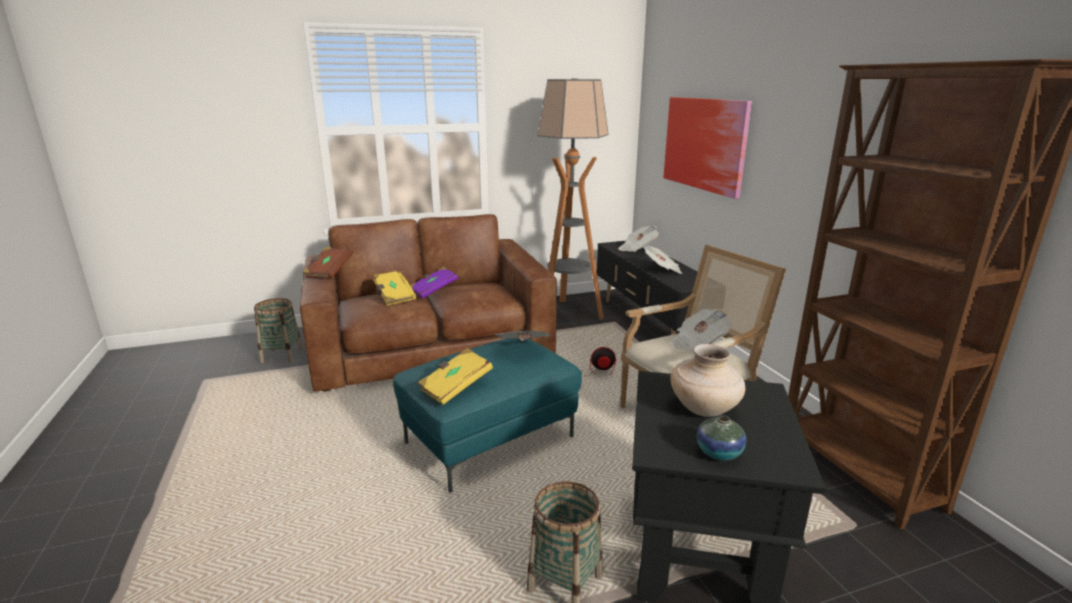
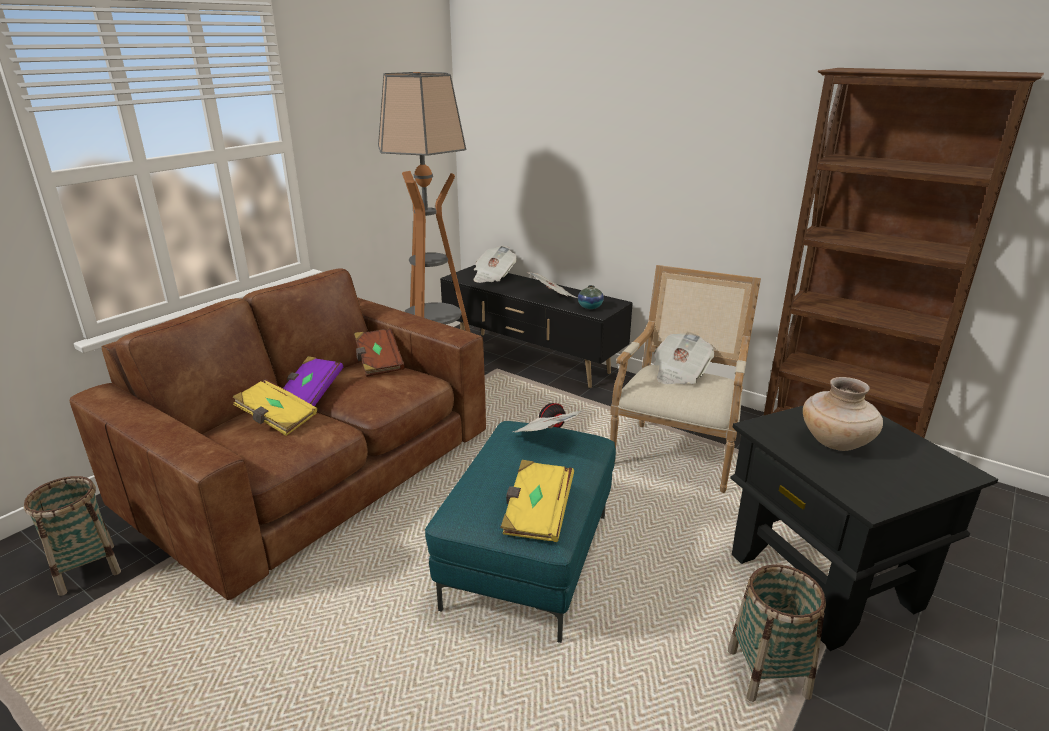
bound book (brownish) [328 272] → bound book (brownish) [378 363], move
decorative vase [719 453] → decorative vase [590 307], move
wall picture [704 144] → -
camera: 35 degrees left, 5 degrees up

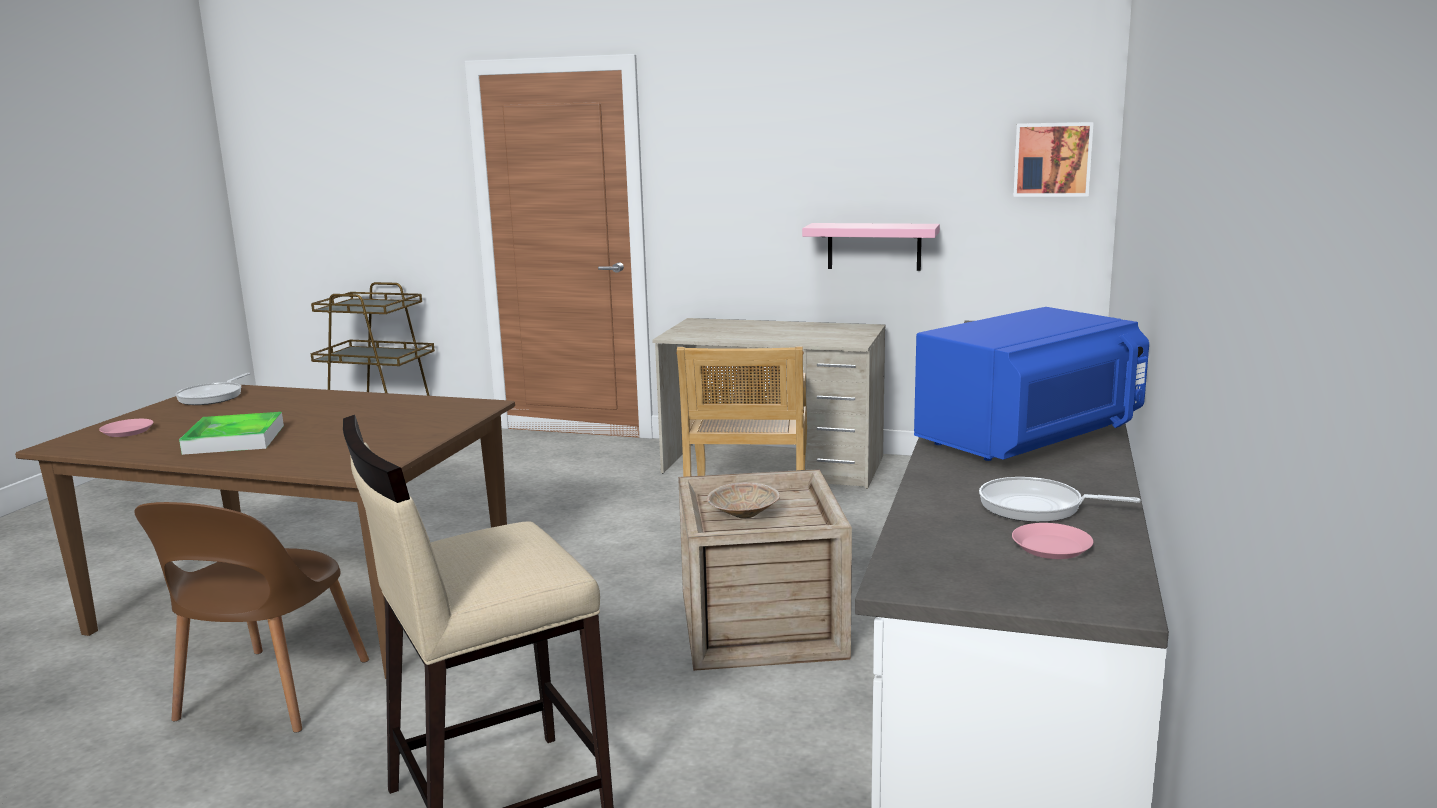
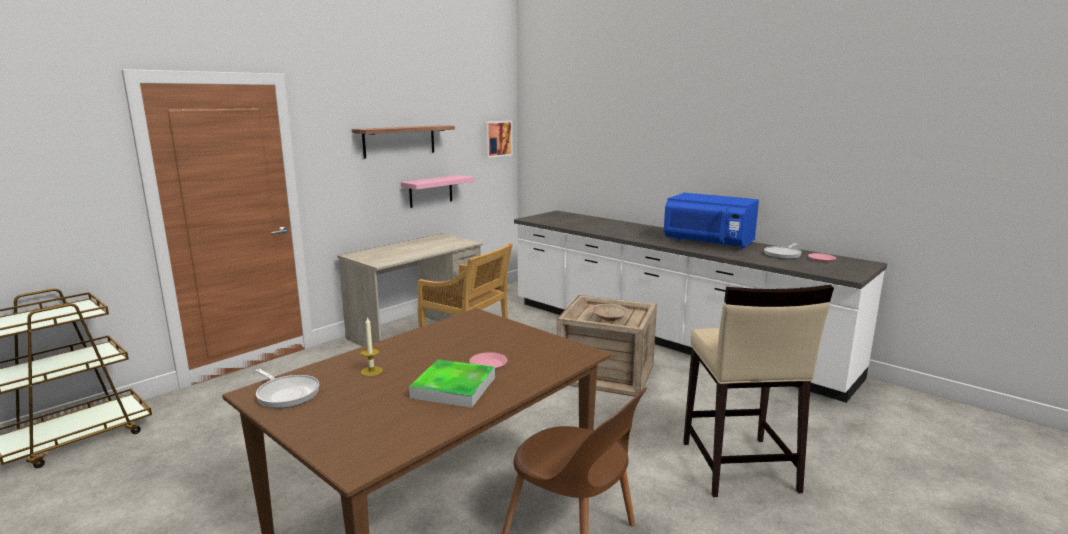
- → bracket shelf [399 141]
- → wax candle [371 371]
flat dish (pinkish) [127 431] → flat dish (pinkish) [488 365], move
microwave (blue-coloured) [1029 440] → microwave (blue-coloured) [708 243], 135 degrees clockwise
camera: 65 degrees left, 0 degrees up

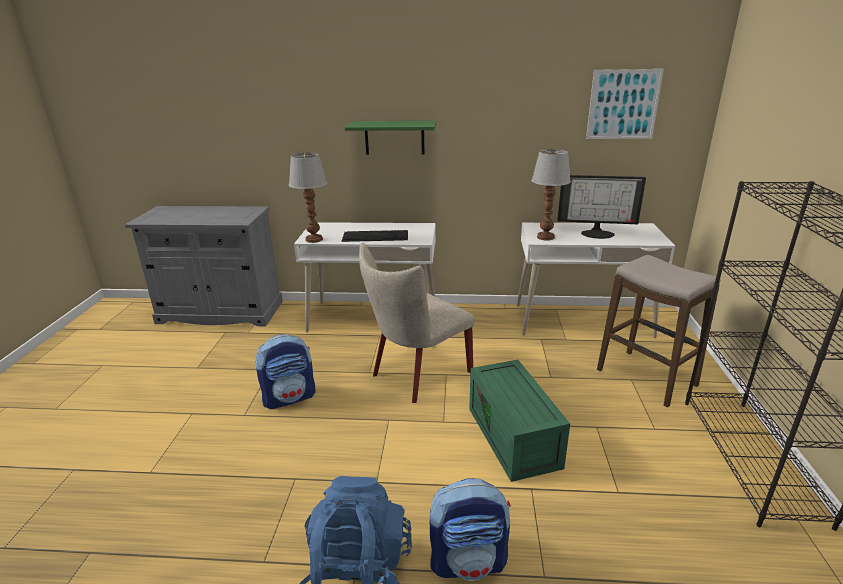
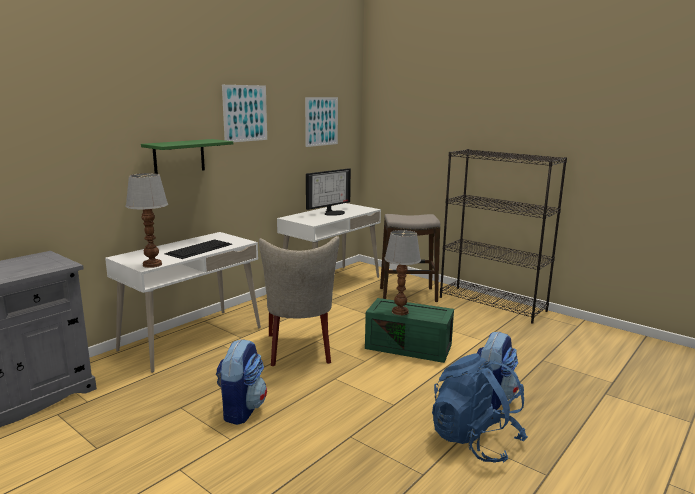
- → wall picture [245 113]
lamp for a table [546 237] → lamp for a table [400 311], move
camera: 55 degrees left, 10 degrees down

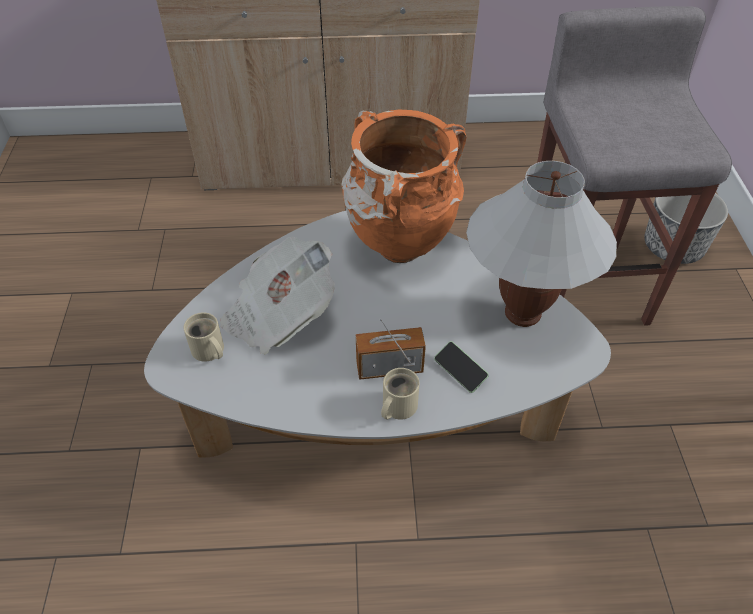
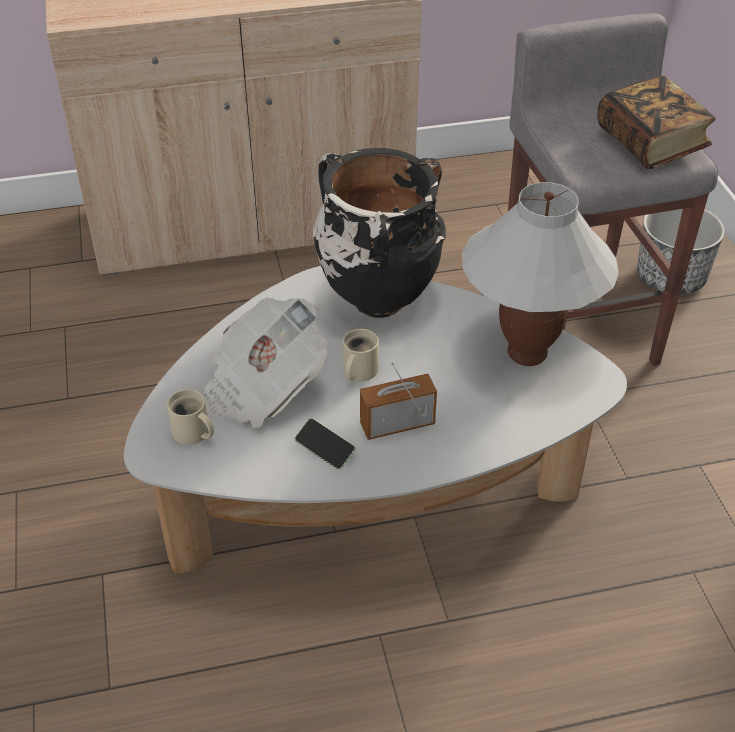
phone [460 371] → phone [325 449], move
decorative vase (orange-coloured) [399 246] → decorative vase (black-coloured) [377 300]
coffee mug (beige) [396 406] → coffee mug (beige) [358 371], move
- → bound book [651 143]
camera: 10 degrees left, 5 degrees down

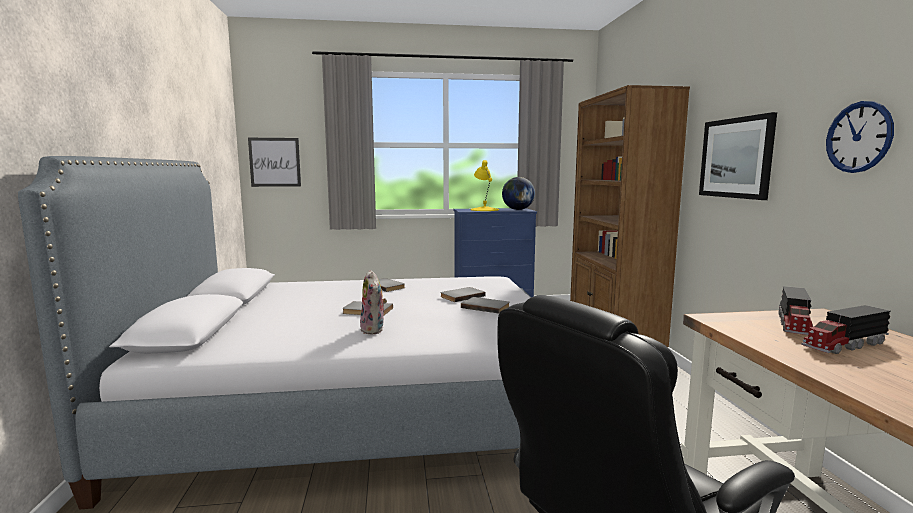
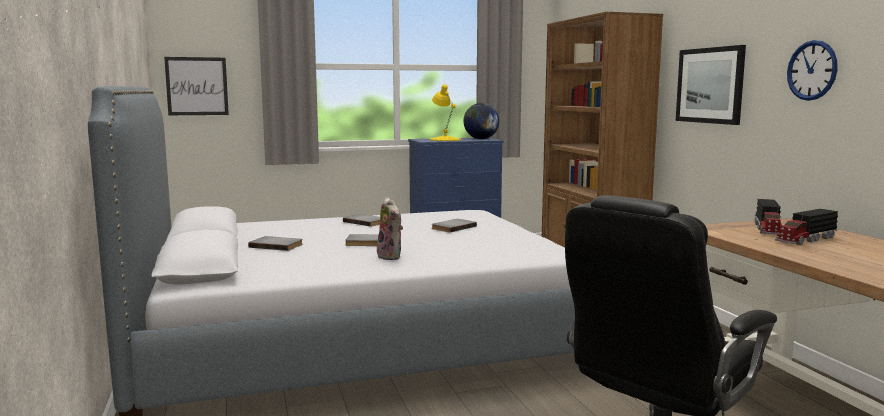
bound book (grey) [486 307] → bound book (grey) [277 245], move
camera: 10 degrees left, 0 degrees up

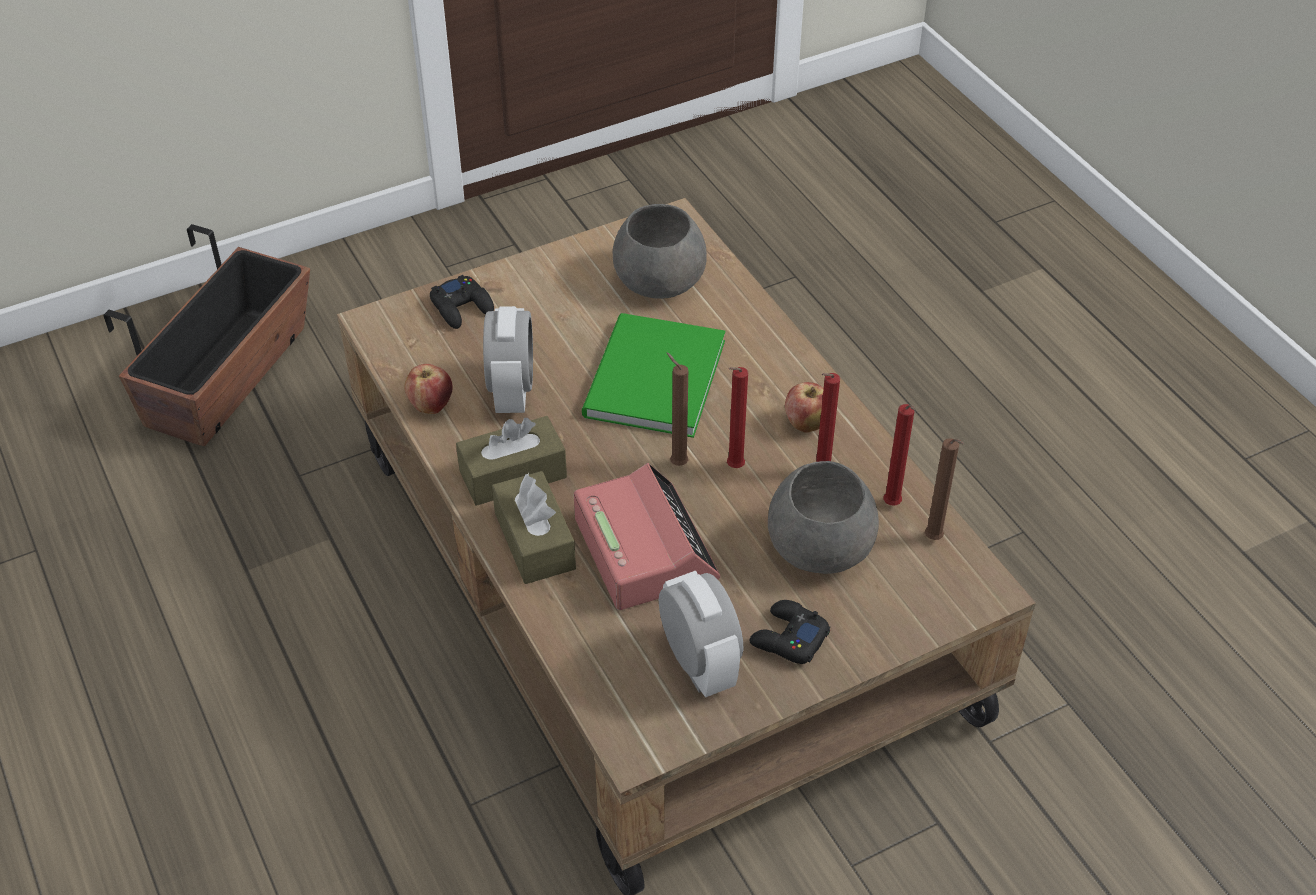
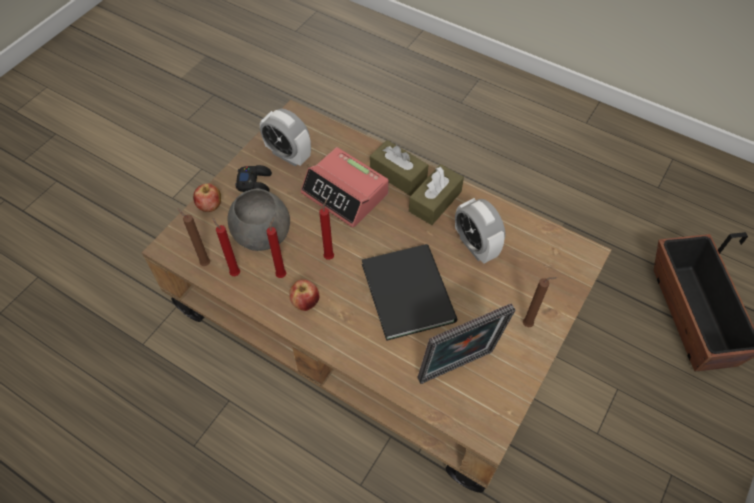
whole apple [431 405] → whole apple [210 206], move
bound book (greenish) [650 381] → bound book (black-coloured) [409 289]
serving bowl (grey) [659 281] → picture frame [457 369]
wax candle (brownish) [676 463] → wax candle (brownish) [529 324], move
game controller (black-coloured) [462 307] → -
camera: 150 degrees right, 10 degrees up

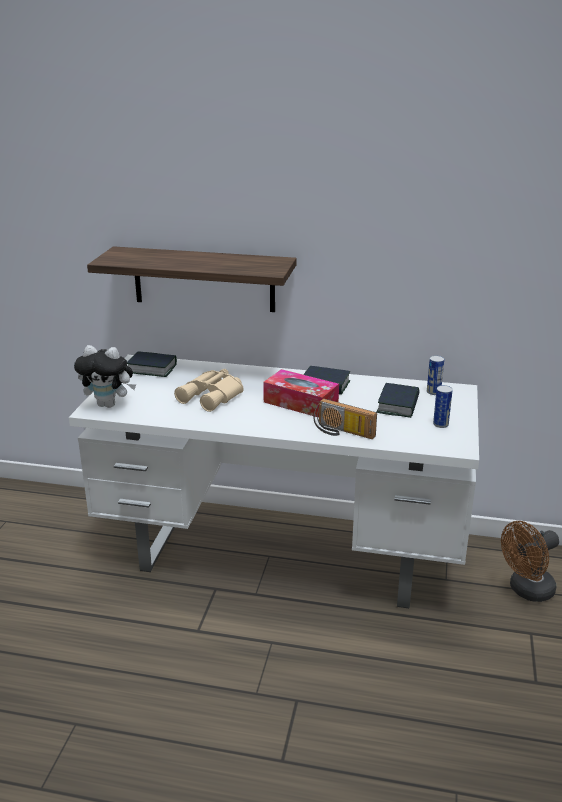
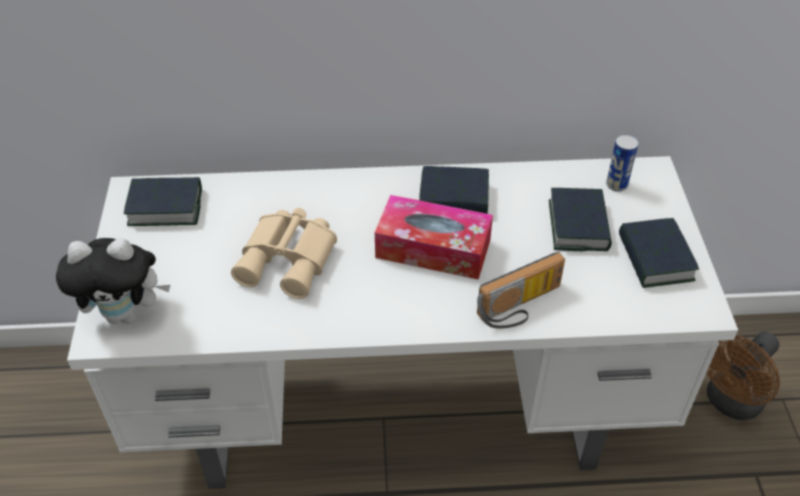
radio receiver [342 432] → radio receiver [521 307], 45 degrees counterclockwise
sealed can [440 424] → bound book [655 258]
bracket shelf [204 279] → -
camera: 15 degrees left, 20 degrees up

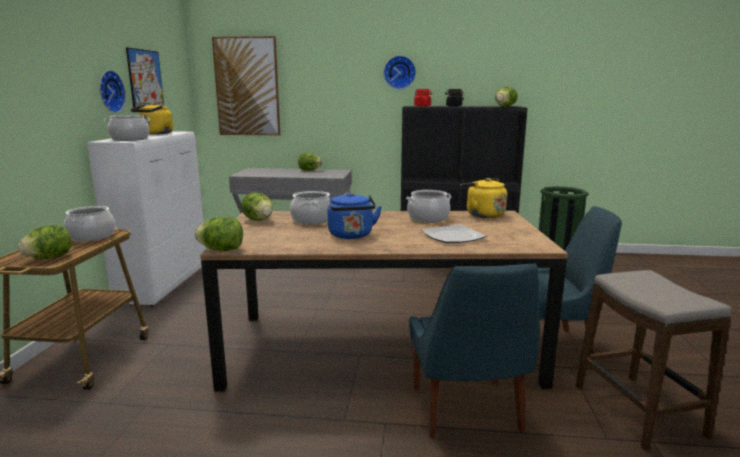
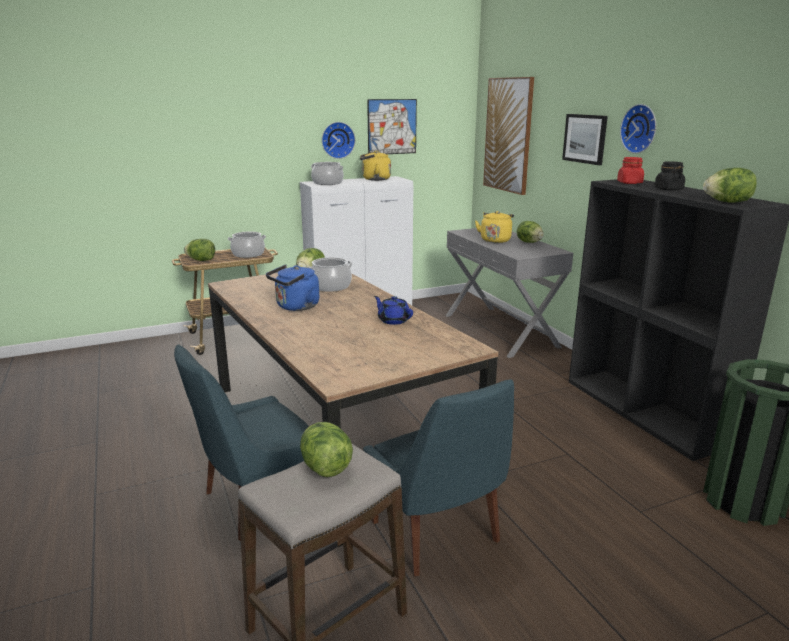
lettuce [222 250] → lettuce [325 467], move
stockpot [428 218] → pot for tea (blue-coloured) [393 320]
tea kettle (yellowish) [482 214] → tea kettle (yellowish) [495 240], move
- → wall picture [585 138]
flat dish [452 236] → -
camera: 60 degrees right, 5 degrees up

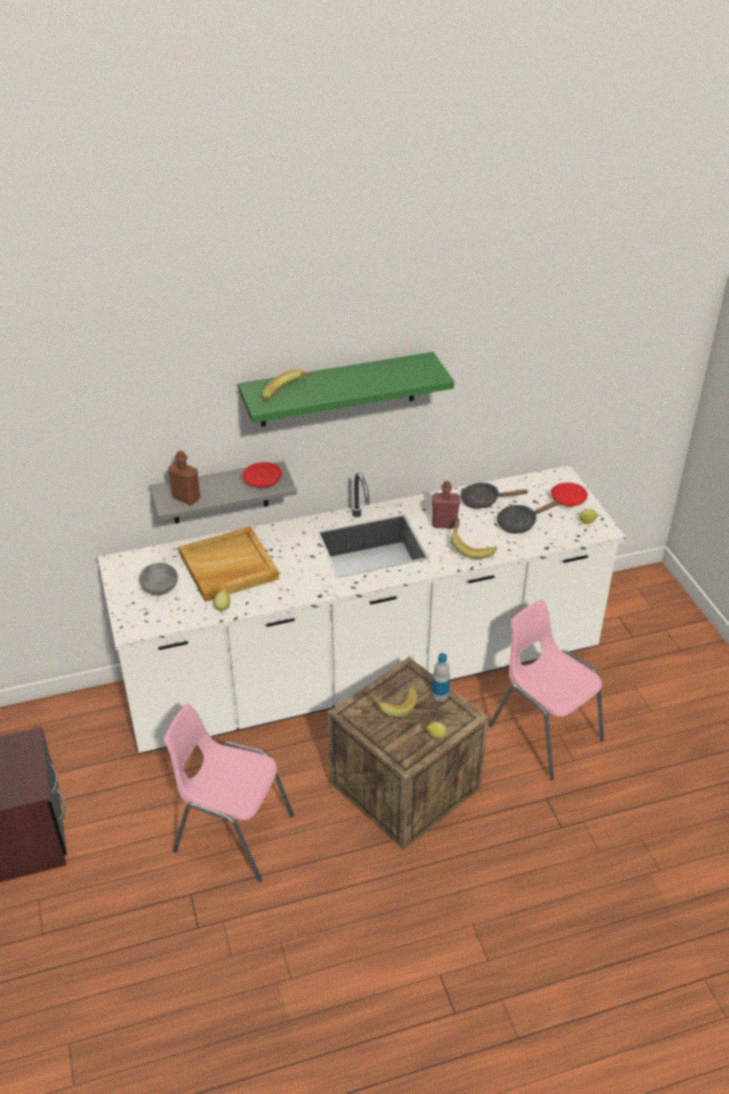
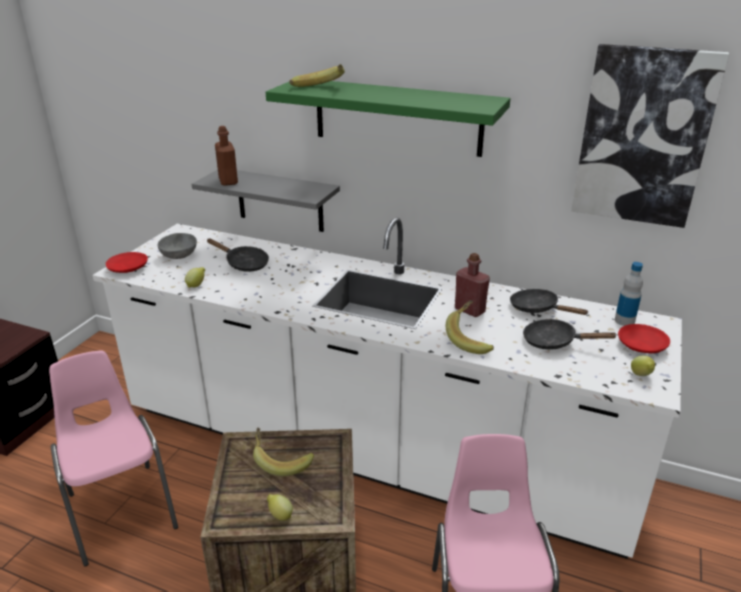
flat dish (red) [262 480] → flat dish (red) [127 268], move
carrying tray (beige) [228 567] → skillet (black-coloured) [244 263]
- → wall picture [643 137]
bottle [440 695] → bottle [624 321], move
camera: 40 degrees right, 10 degrees down

